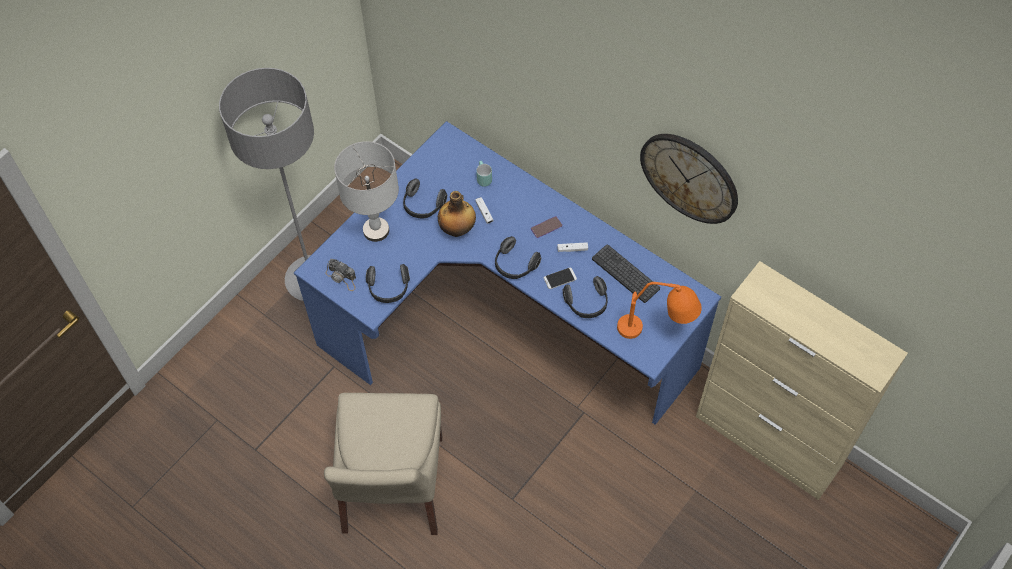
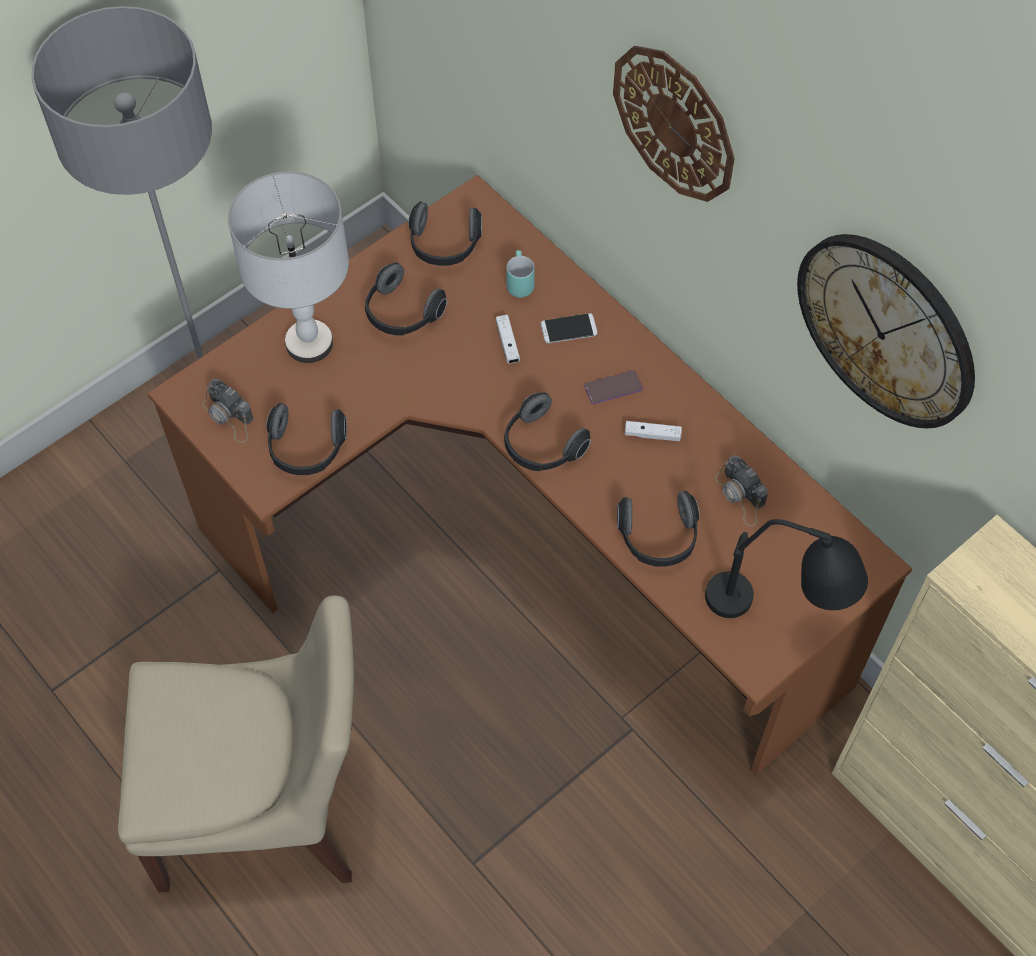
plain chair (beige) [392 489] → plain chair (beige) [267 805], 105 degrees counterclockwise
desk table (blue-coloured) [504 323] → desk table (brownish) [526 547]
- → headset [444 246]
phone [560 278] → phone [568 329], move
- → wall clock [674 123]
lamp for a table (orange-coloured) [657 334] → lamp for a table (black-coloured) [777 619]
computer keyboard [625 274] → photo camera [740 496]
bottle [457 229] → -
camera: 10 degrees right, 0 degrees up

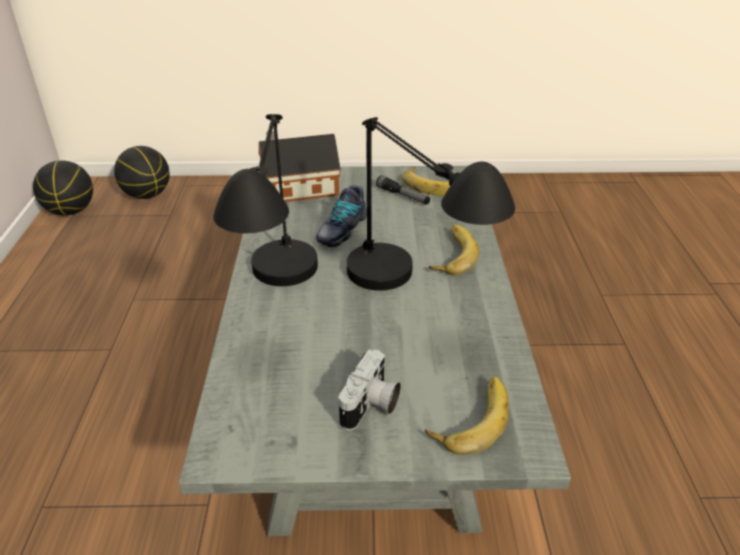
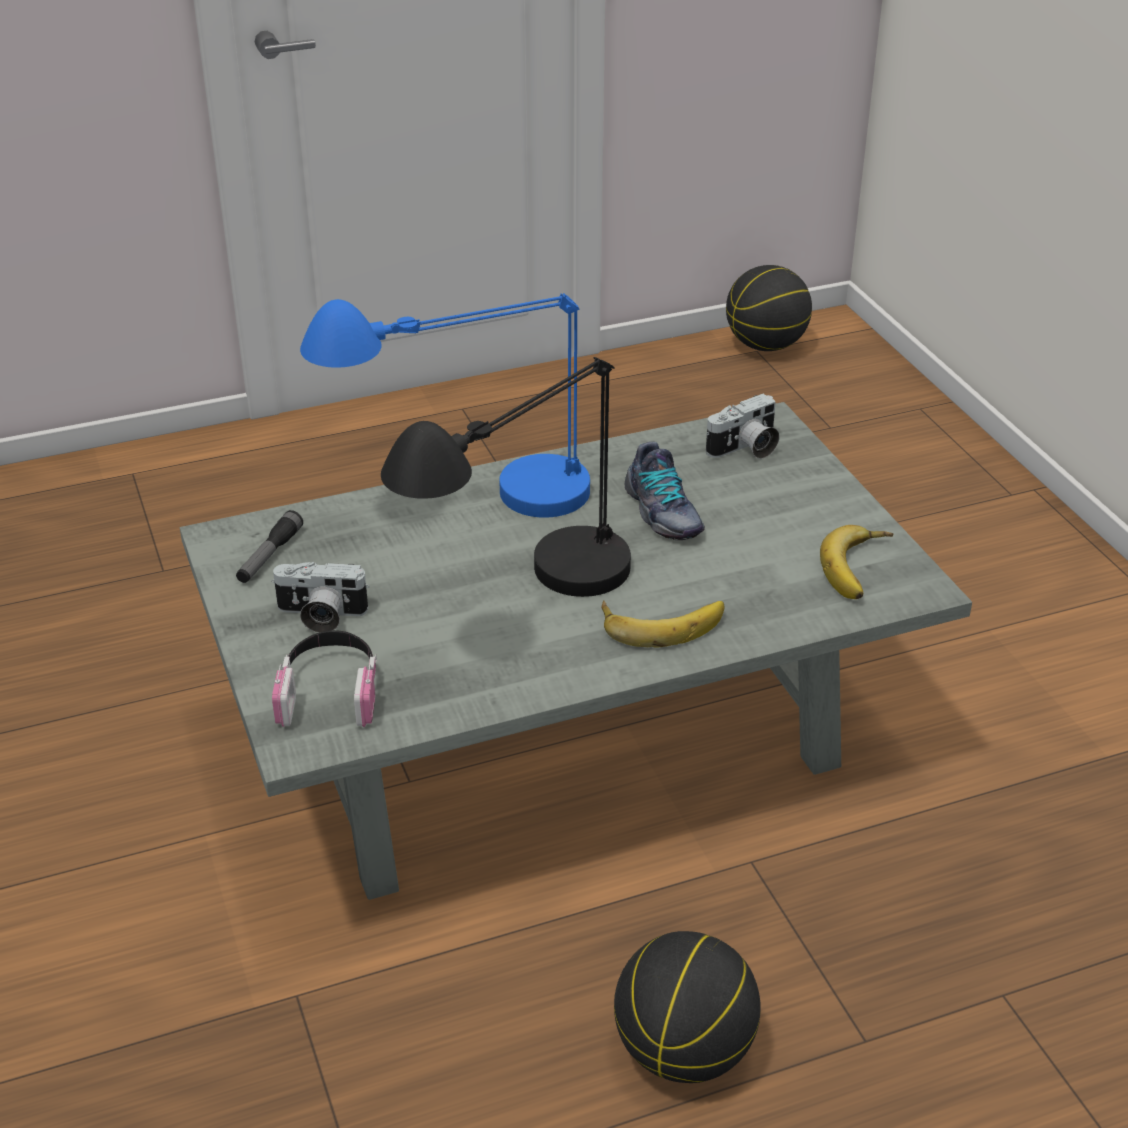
flashlight [403 196] → flashlight [269 556], move
banana [469 418] → headset [330 691]
lamp for a table (black-coloured) [279 303] → lamp for a table (blue-coloured) [467 508]
basketball ball [147 195] → basketball ball [682 1051], move
item of footwear [341 229] → item of footwear [661 513], 120 degrees counterclockwise
miniature house [297 188] → photo camera [745 449]
camera: 70 degrees right, 0 degrees up

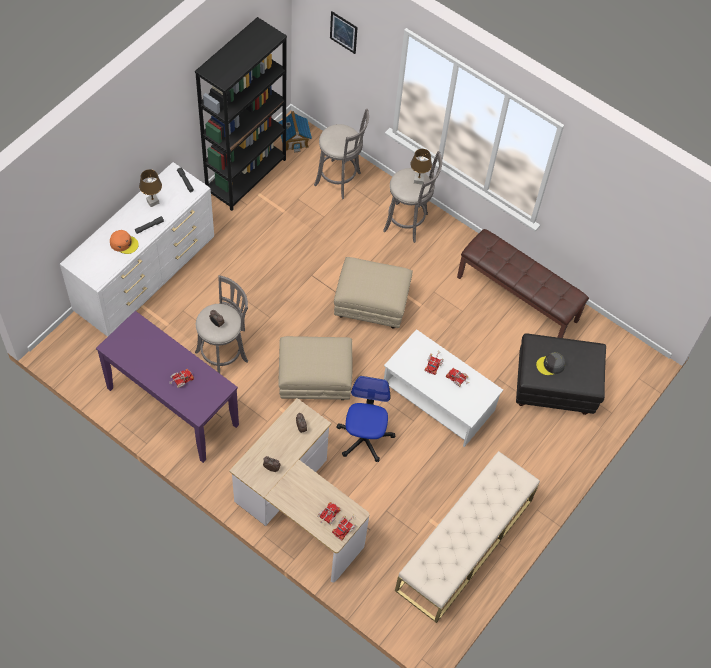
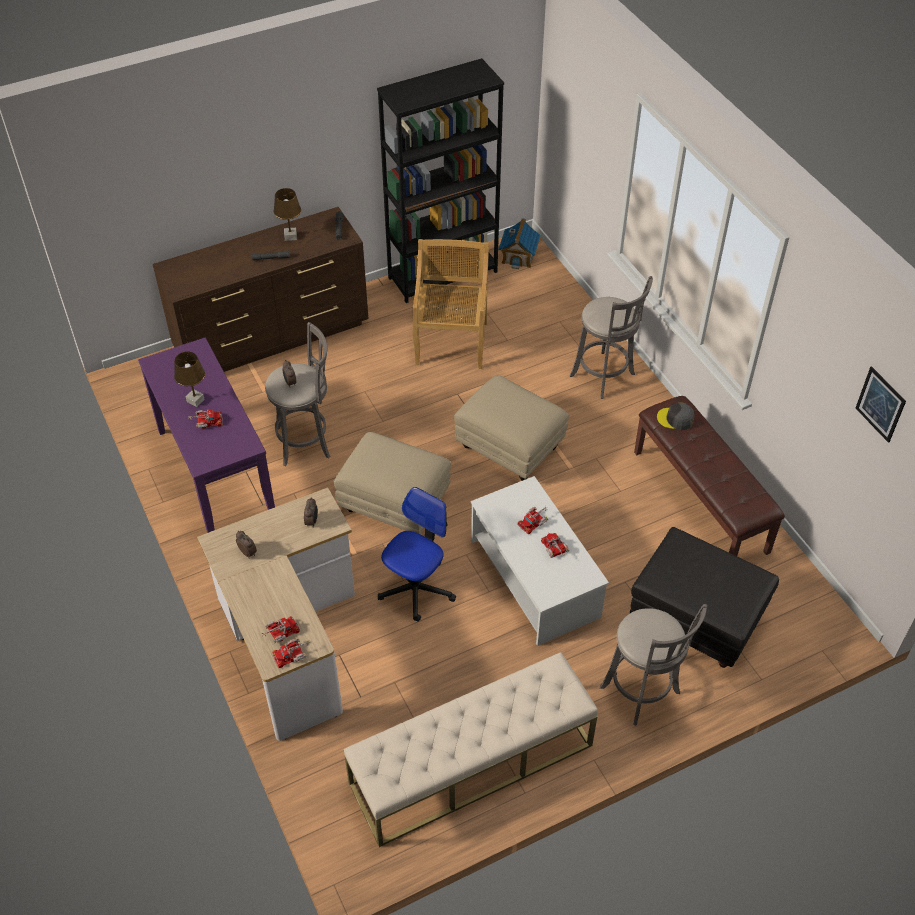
chest of drawers (white) [146 276] → chest of drawers (brownish) [273 336]
lamp for a table (brownish) [418 180] → lamp for a table (brownish) [195 400], move
- → plain chair (beige) [451 342]
stool (grey) [340 180] → stool (grey) [642 693], move
peaked cap (grey) [550 365] → peaked cap (grey) [675 419], move
wall picture [343 32] → wall picture [880 404], move
peaked cap (orange-coloured) [124 243] → -
camera: 30 degrees right, 10 degrees down

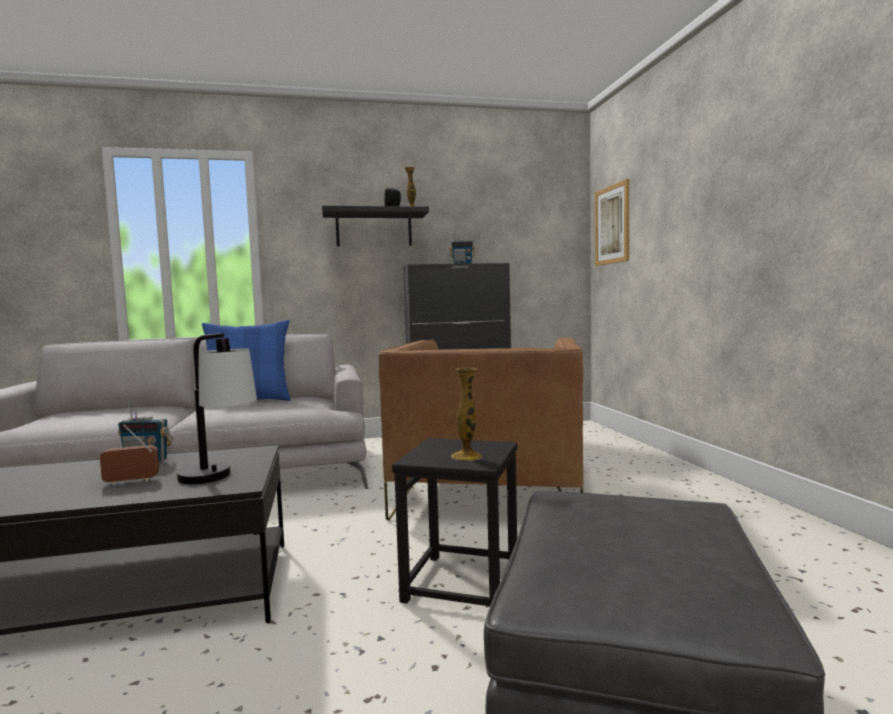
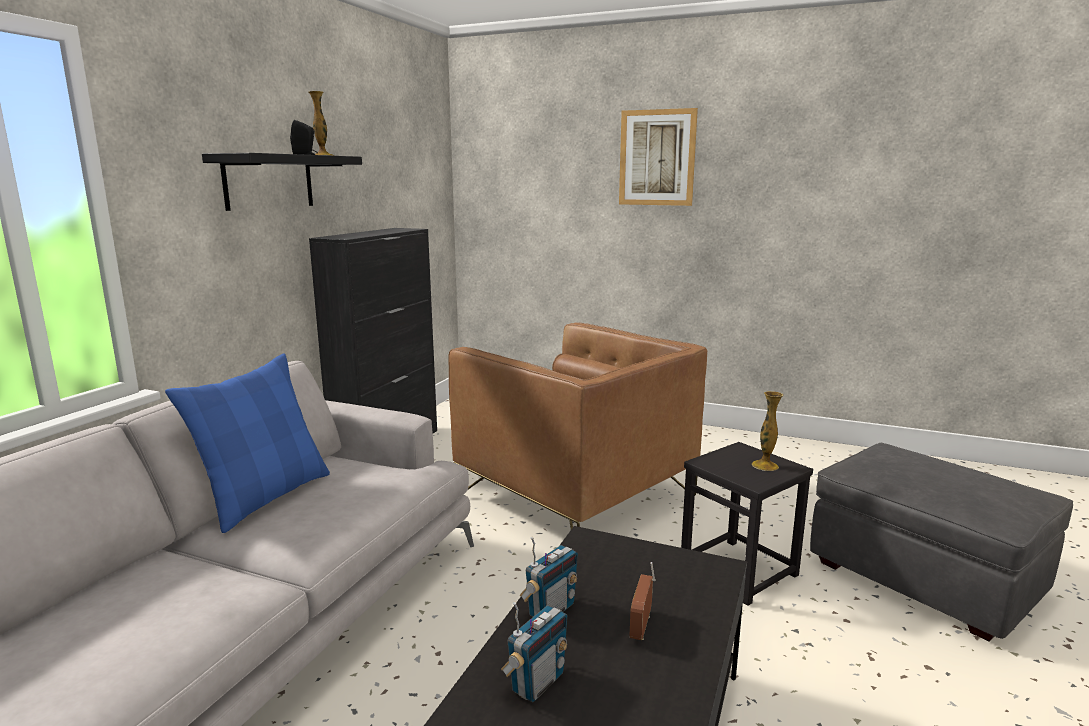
radio receiver [462 264] → radio receiver [537 682], move
wall picture [612 225] → wall picture [657 158], move
lamp for a table [219 480] → -
camera: 55 degrees left, 10 degrees up

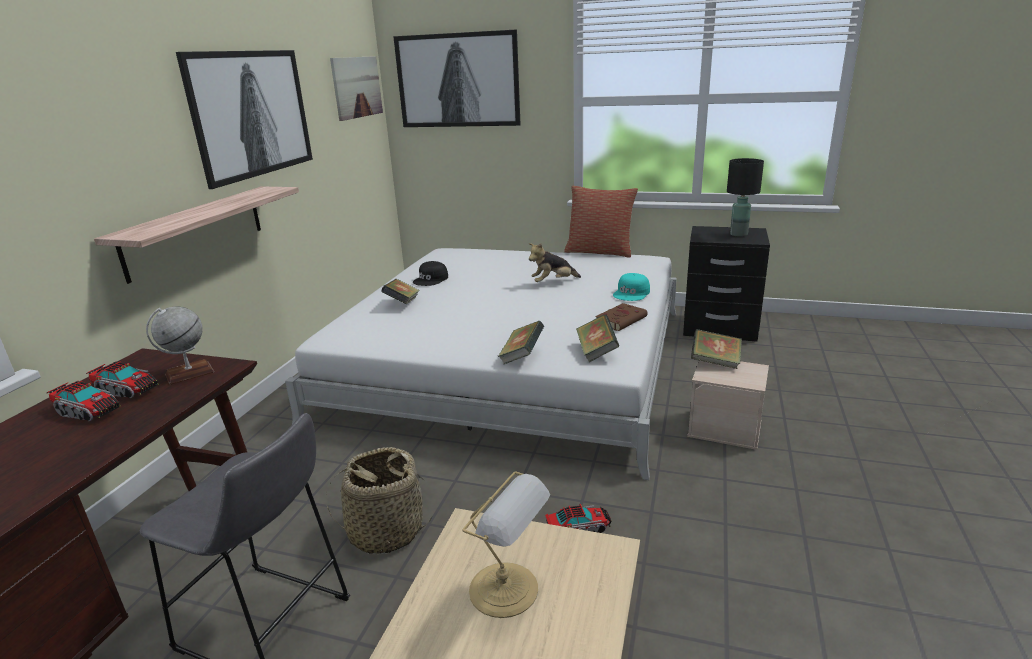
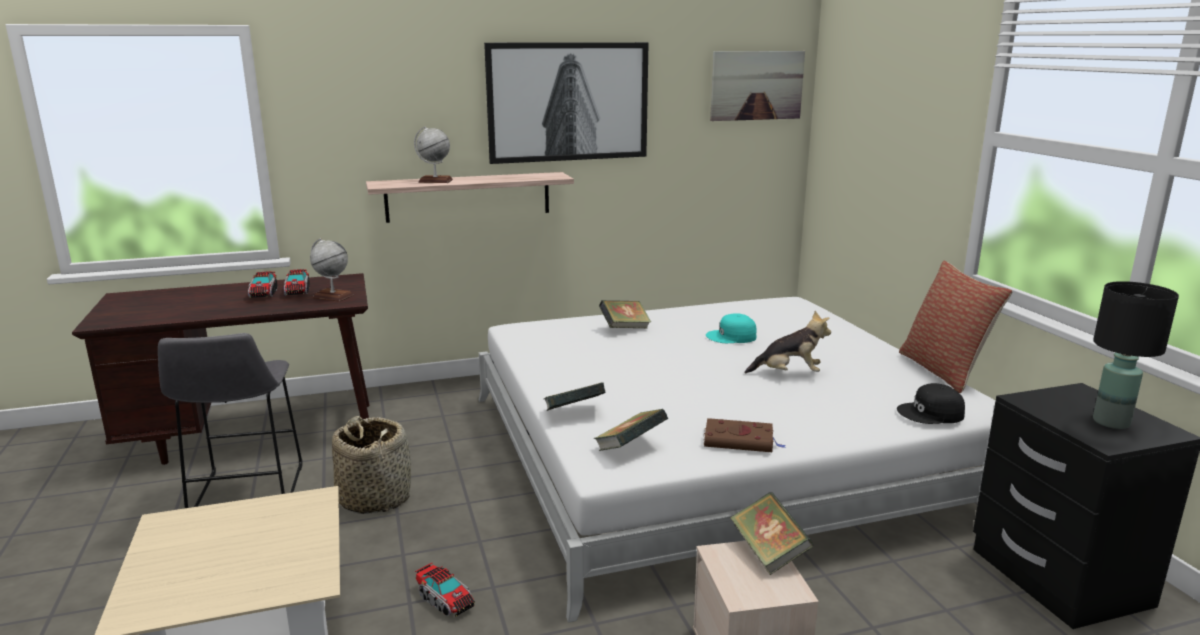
- → globe [435 181]
peaked cap (blue-green) [632 293] → peaked cap (blue-green) [732 337], move
plush toy [553 282] → plush toy [788 374], 150 degrees clockwise
peaked cap (black-coloured) [431 279] → peaked cap (black-coloured) [931 413], move
wall picture [458 80] → -
lamp for a table [507 590] → -
camera: 55 degrees right, 5 degrees down

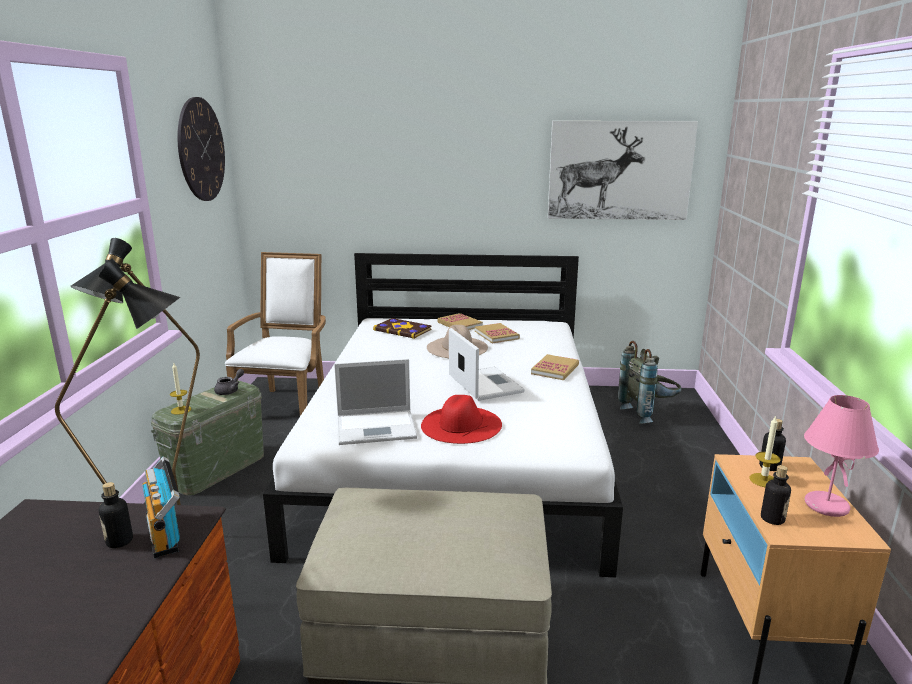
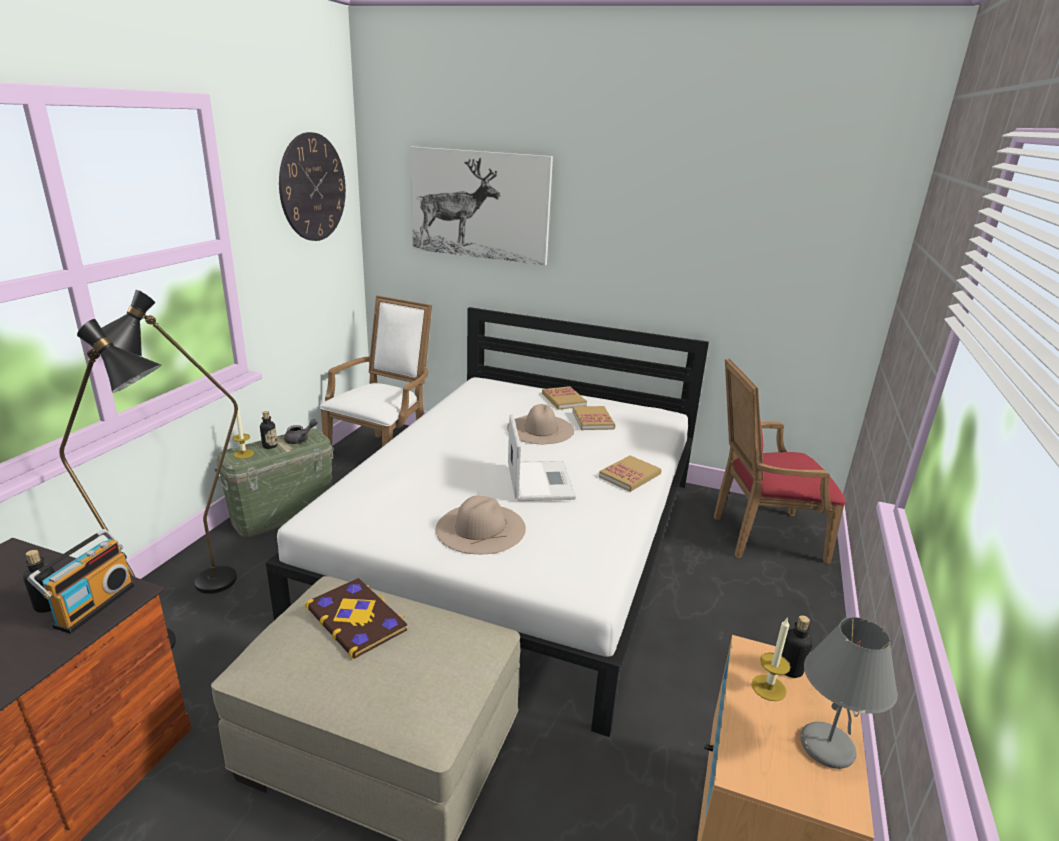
radio receiver [166 532] → radio receiver [92 605], 150 degrees counterclockwise
bottle [772 519] → bottle [270 446], move
bound book [403 330] → bound book [357 618], move
wall picture [619 170] → wall picture [479 205], move
wearable hat (red) [461 424] → wearable hat (beige) [480 528]
knapsack (grey) [648 414] → armchair (red) [760 536]
lamp for a table (pinkish) [825 506] → lamp for a table (grey) [825 746]
portable computer [378 427] → -
camera: 15 degrees right, 5 degrees up

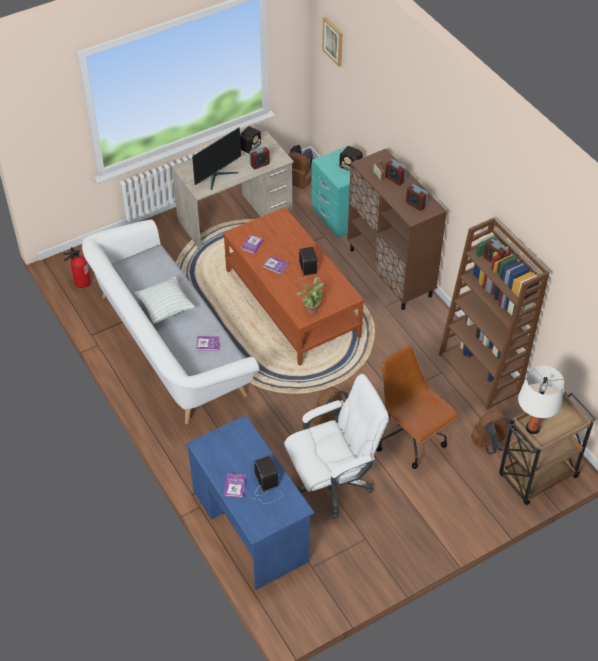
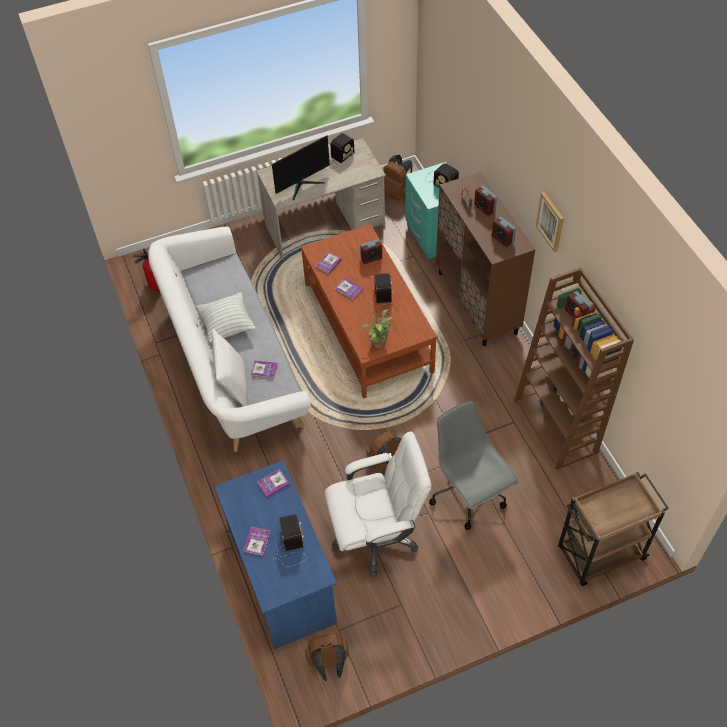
- → throw pillow (white) [233 385]
- → bound book [273 483]
knapsack (brownish) [489 445] → knapsack (brownish) [328 663], move
alarm clock [259 164] → alarm clock [371 258], move
computer chair (brownish) [411 439] → computer chair (grey) [469 495]
wall picture [333 41] → wall picture [551 221], move
lamp for a table (white) [533 428] → -
camera: 10 degrees right, 5 degrees up

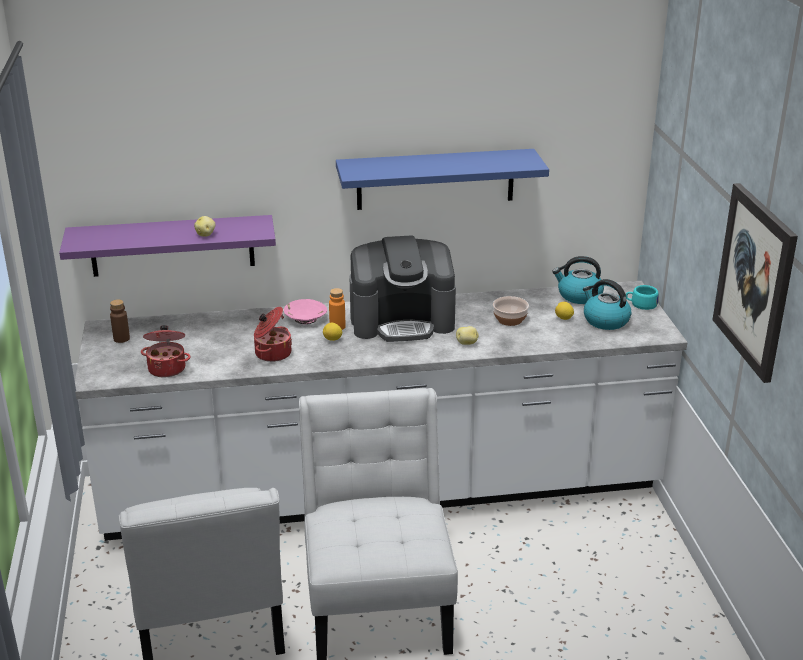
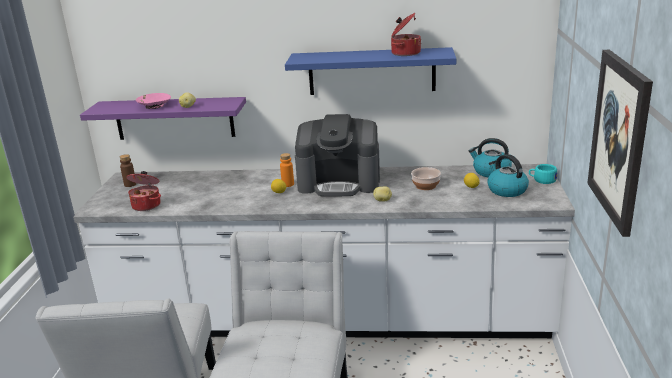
serving bowl (pinkish) [305 318] → serving bowl (pinkish) [154 106], move
stockpot [272 353] → stockpot [405 53], move
camera: 15 degrees right, 5 degrees down

